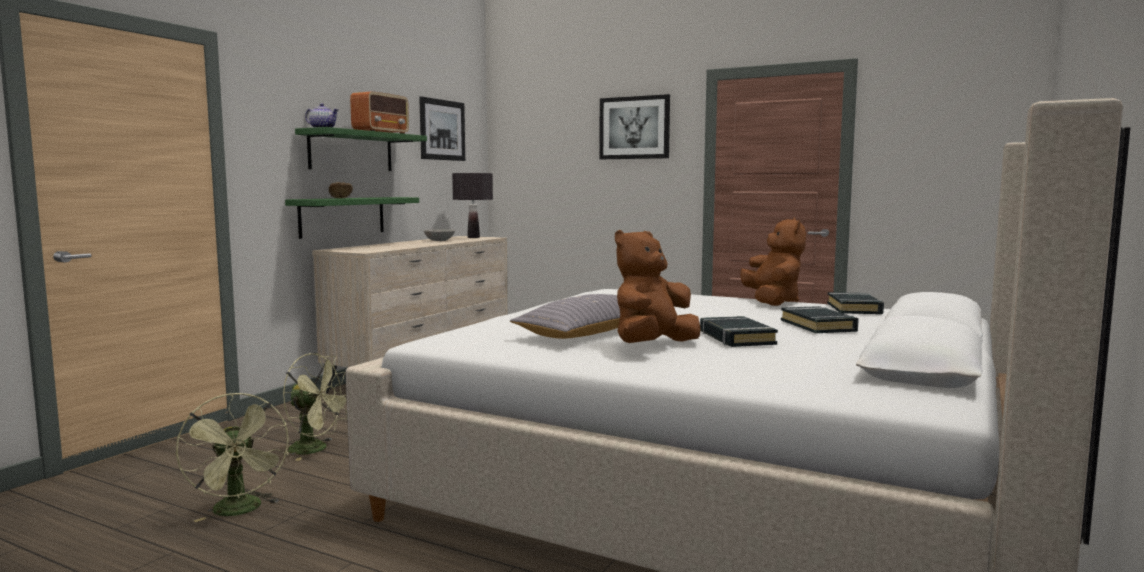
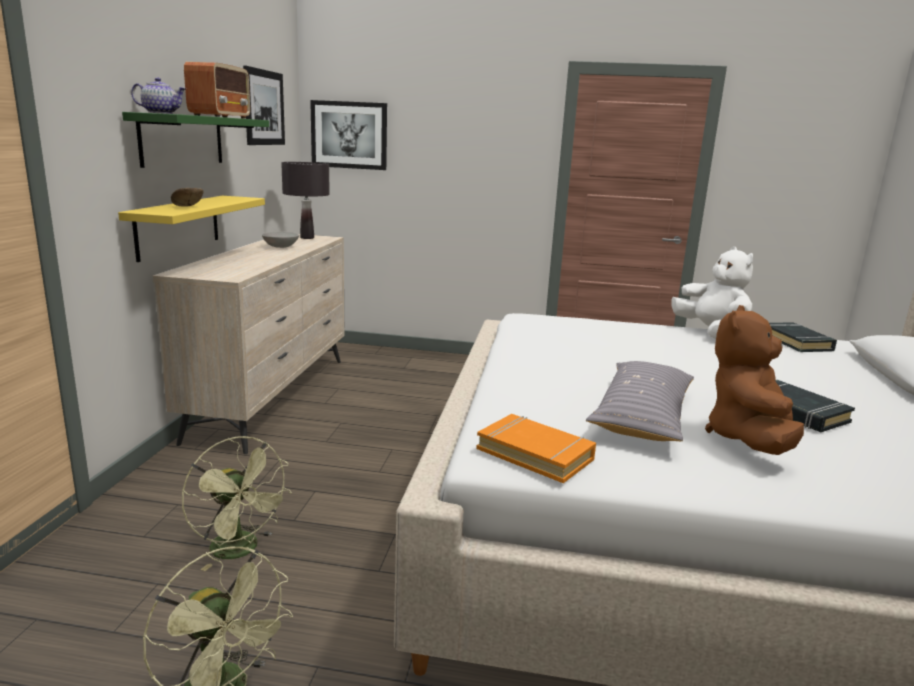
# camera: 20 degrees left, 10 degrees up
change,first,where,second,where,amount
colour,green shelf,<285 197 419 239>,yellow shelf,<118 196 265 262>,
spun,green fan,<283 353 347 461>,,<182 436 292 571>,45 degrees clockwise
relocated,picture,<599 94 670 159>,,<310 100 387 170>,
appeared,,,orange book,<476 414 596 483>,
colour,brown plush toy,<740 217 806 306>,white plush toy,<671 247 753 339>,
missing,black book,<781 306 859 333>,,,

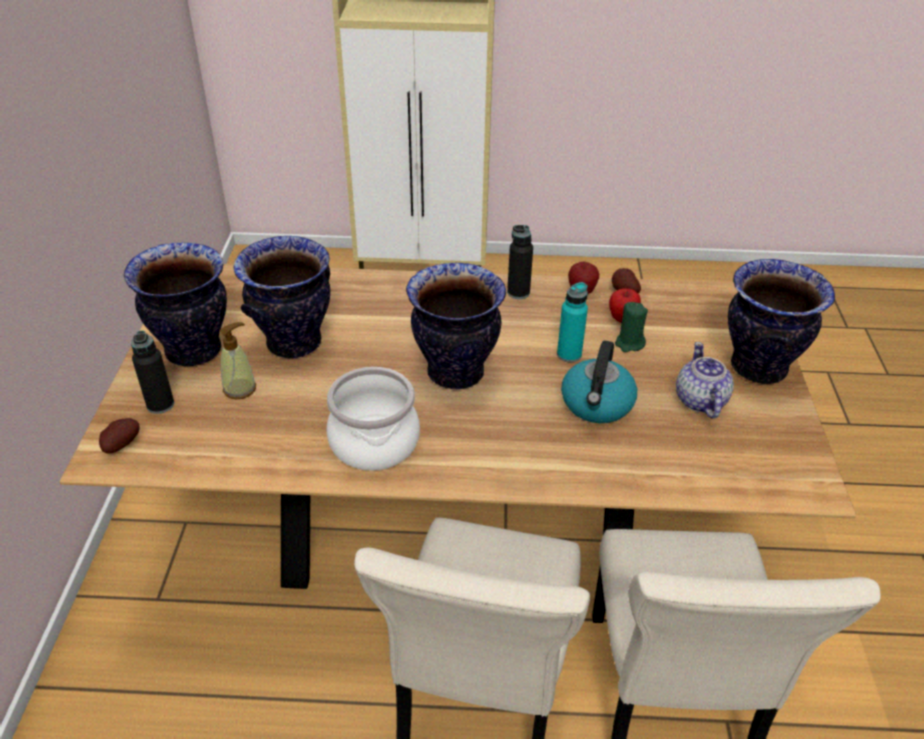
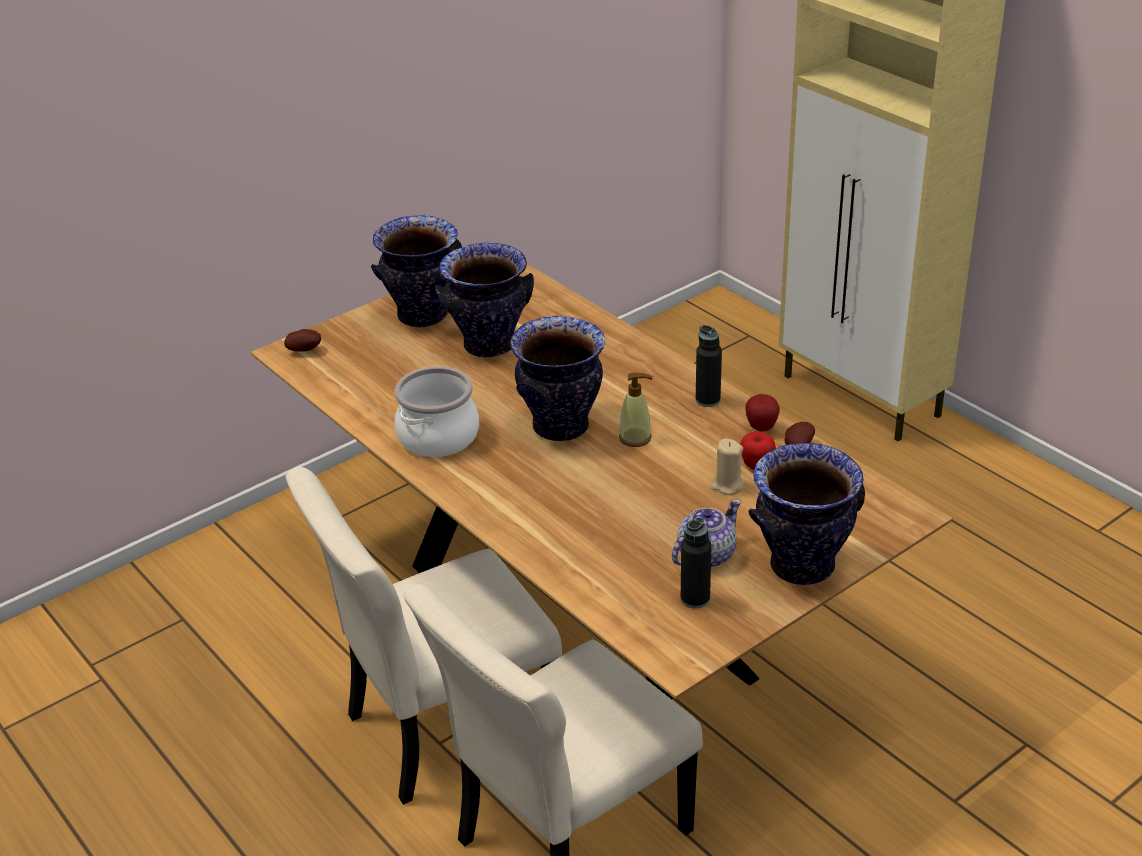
# camera: 50 degrees right, 5 degrees down
change,first,where,second,where,amount
relocated,soap dispenser,<219 322 256 400>,,<619 373 653 447>,
relocated,black bottle,<131 331 174 414>,,<681 517 712 609>,
colour,green candle,<615 302 648 352>,beige candle,<711 438 745 495>,
missing,turquoise bottle,<557 282 588 362>,,,
missing,kettle,<561 340 637 423>,,,

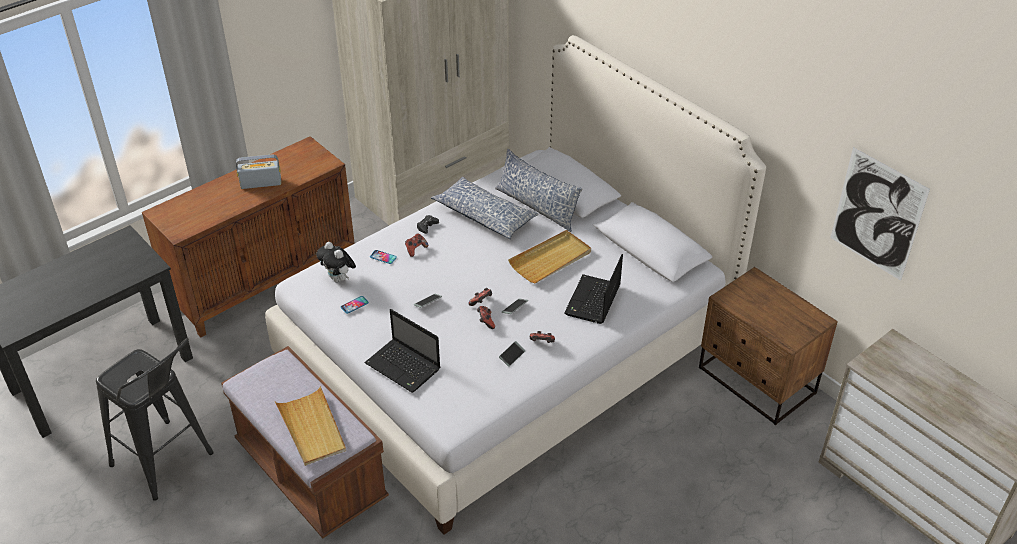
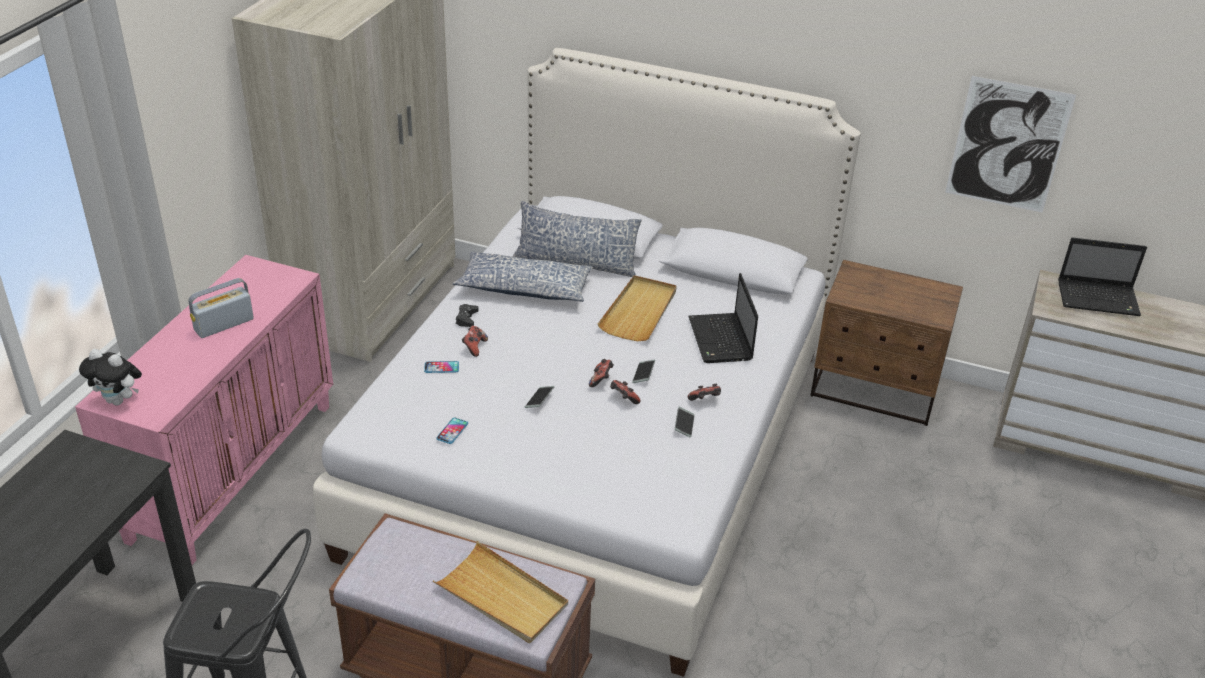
# camera: 30 degrees left, 5 degrees down
change,first,where,second,where,amount
colour,brown cabinet,<142 136 355 337>,pink cabinet,<75 255 333 565>,
relocated,plush toy,<316 242 356 283>,,<79 349 142 406>,
relocated,laptop,<364 309 441 393>,,<1058 237 1147 316>,

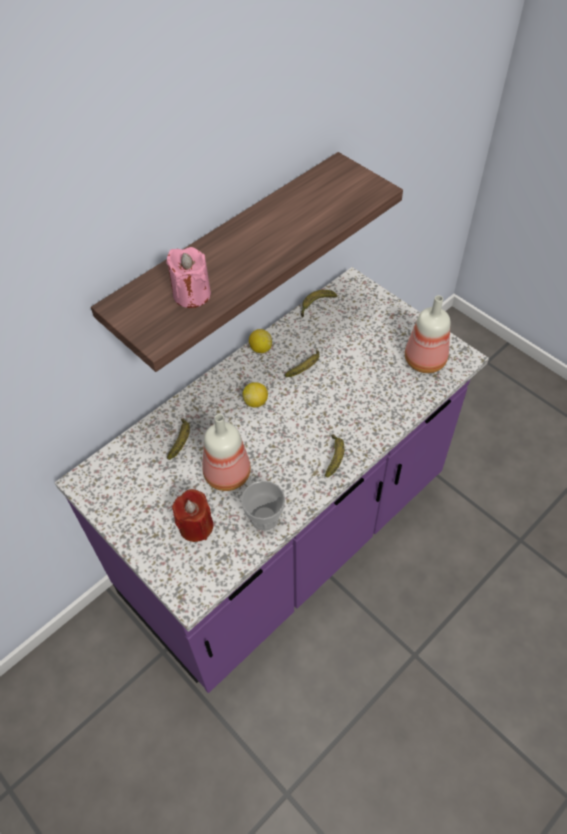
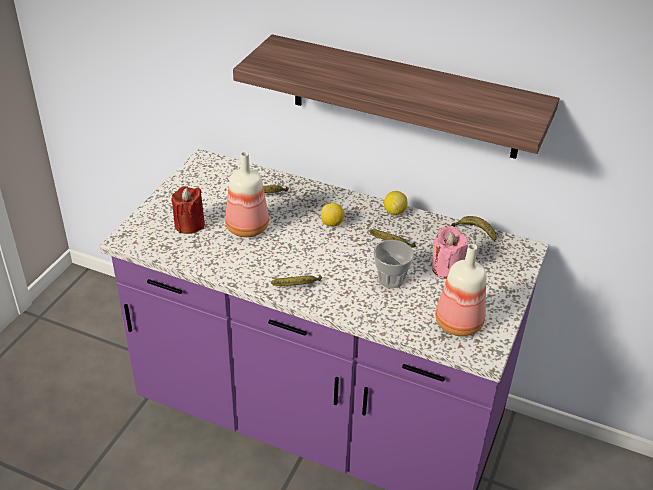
# camera: 65 degrees right, 15 degrees down
change,first,where,second,where,amount
relocated,cup,<241 481 285 531>,,<373 240 414 288>,
relocated,pink candle,<166 247 211 308>,,<432 226 468 279>,

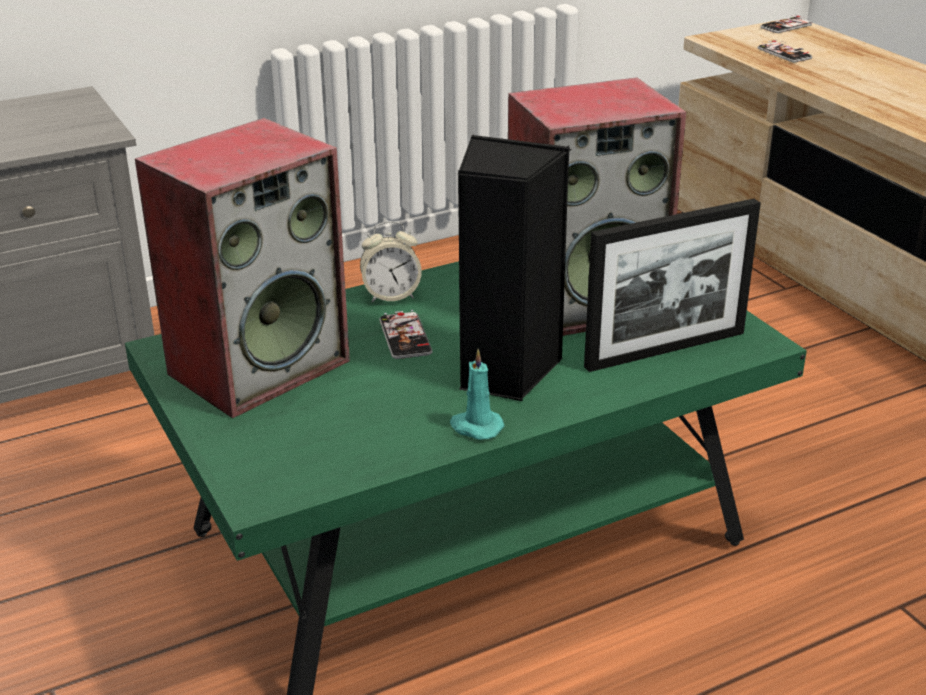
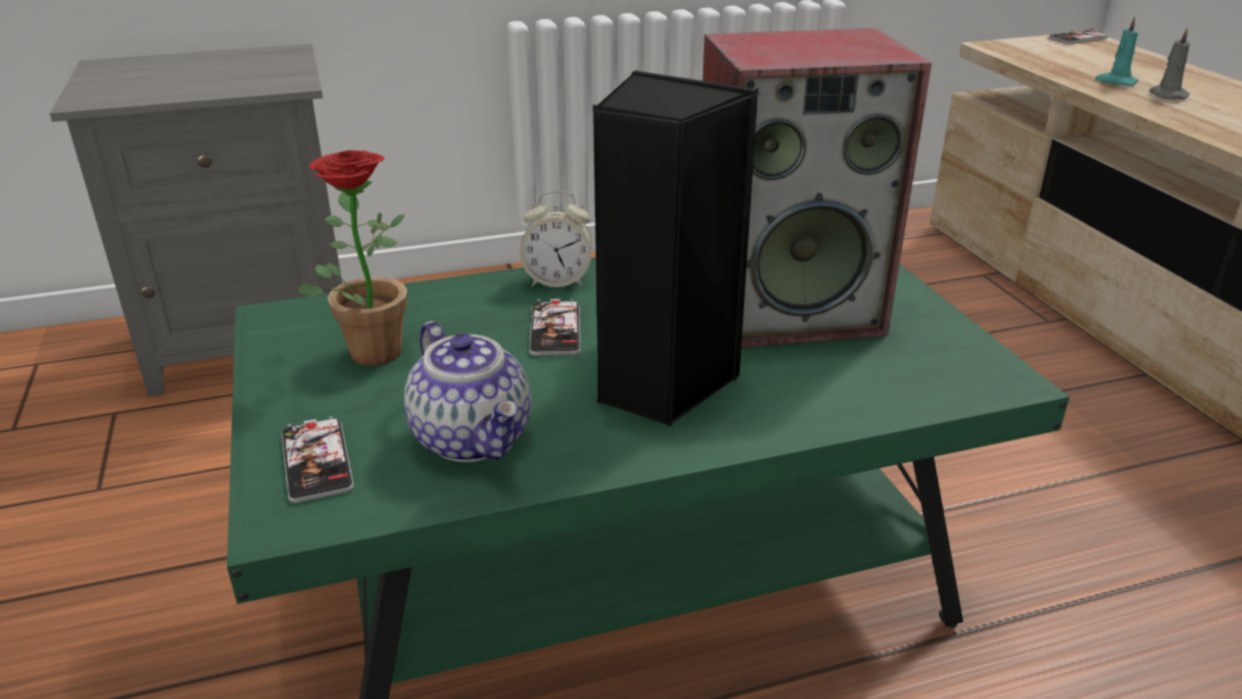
# camera: 10 degrees right, 0 degrees up
change,first,where,second,where,amount
relocated,phone,<758 40 812 62>,,<281 416 354 503>,
exchanged,speaker,<135 118 350 418>,potted plant,<298 150 407 366>,
appeared,,,teapot,<404 321 531 462>,
relocated,turquoise candle,<450 349 505 440>,,<1095 16 1139 86>,
appeared,,,grey candle,<1149 28 1190 99>,
missing,picture frame,<584 199 761 372>,,,

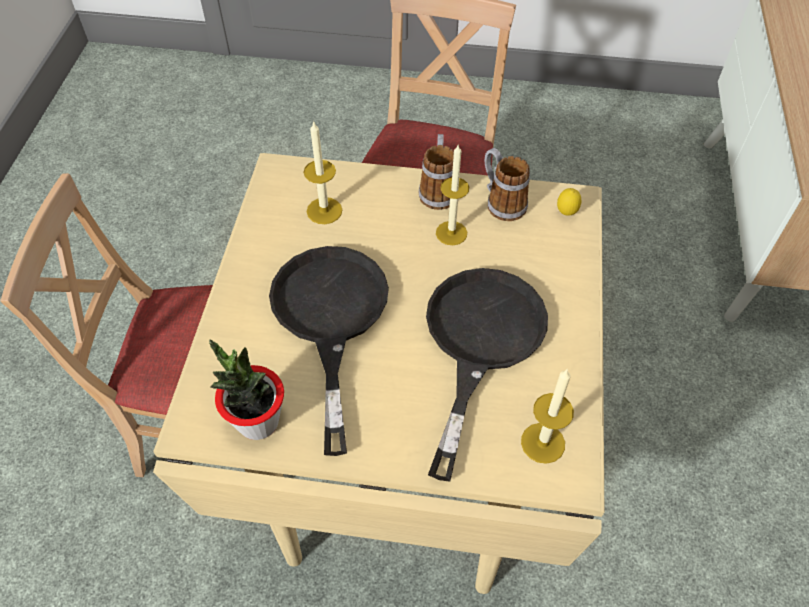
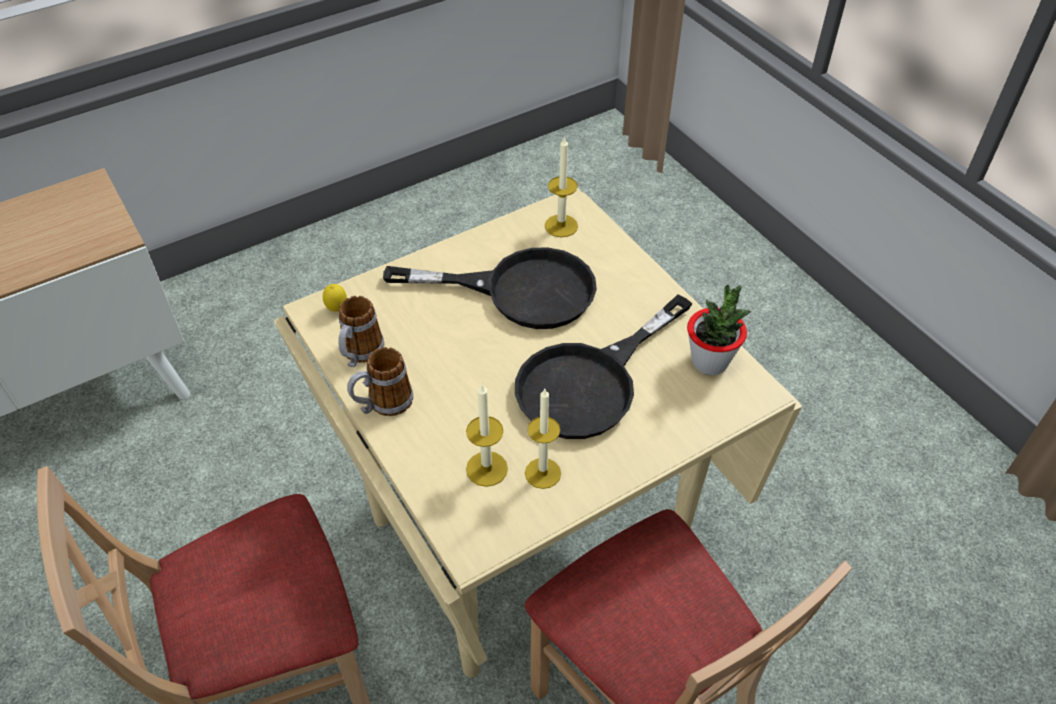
# camera: 130 degrees left, 5 degrees down
change,first,where,second,where,amount
spun,black frying pan,<426 268 548 482>,,<383 247 597 329>,150 degrees counterclockwise
relocated,candle,<436 145 469 245>,,<525 389 561 489>,

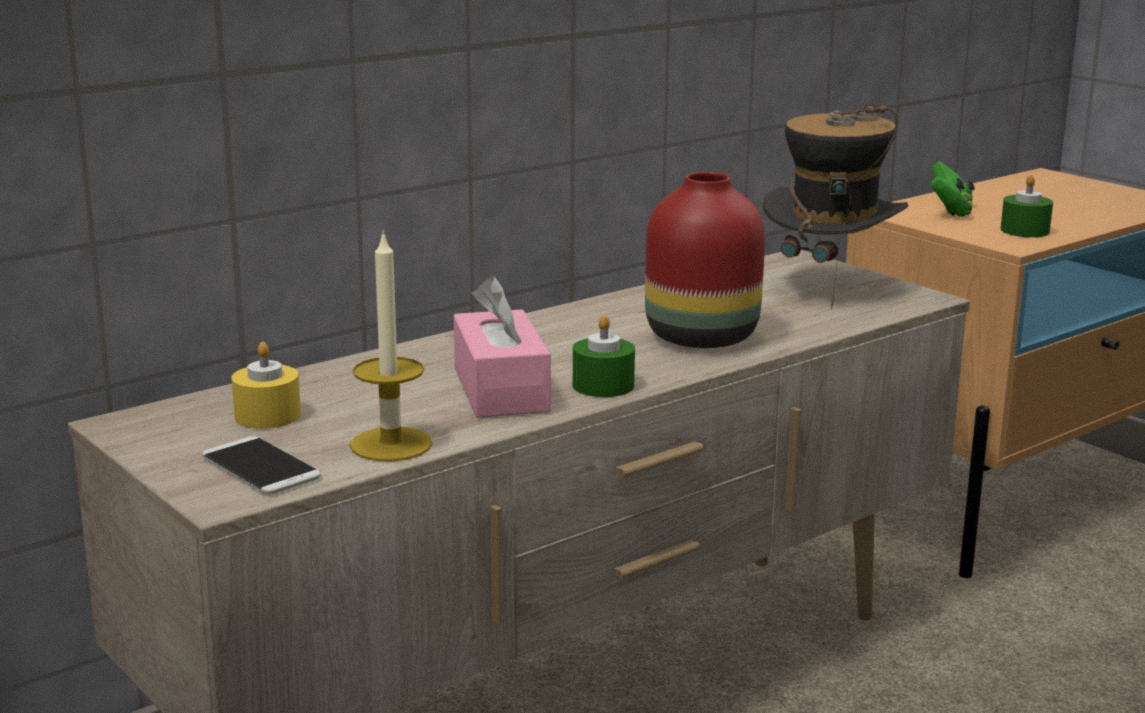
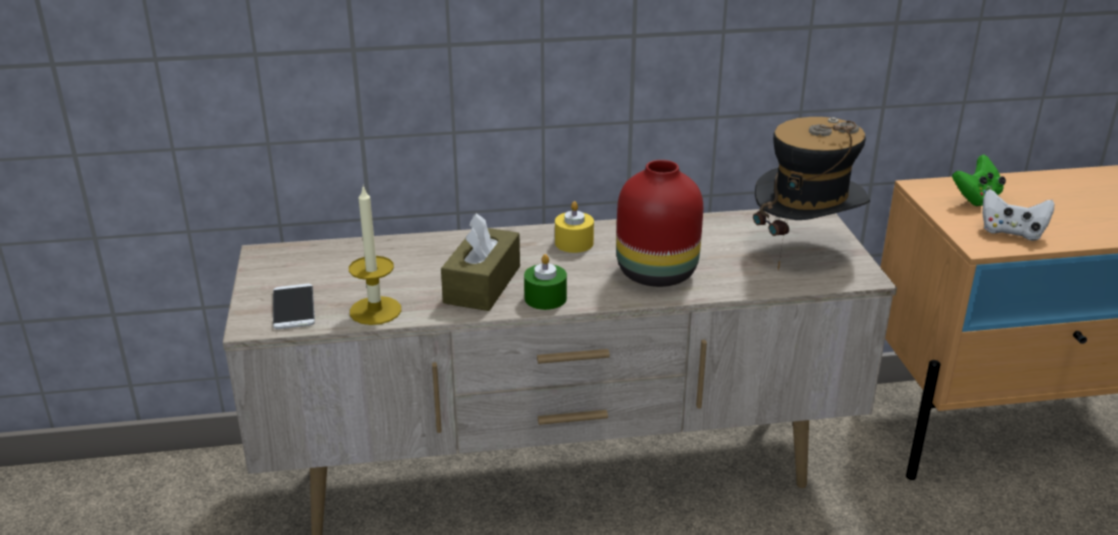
# camera: 30 degrees right, 10 degrees up
change,first,where,second,where,amount
colour,pink tissue box,<454 276 551 418>,brown tissue box,<441 213 520 311>,
relocated,yellow candle,<232 342 301 429>,,<555 201 594 253>,
exchanged,green candle,<1001 175 1053 237>,white game controller,<982 189 1054 241>,

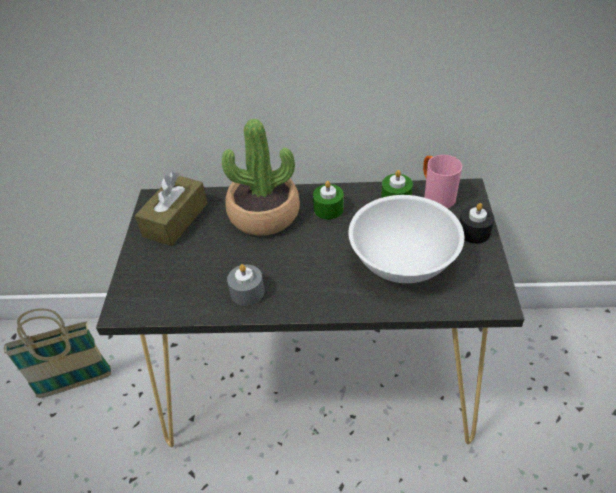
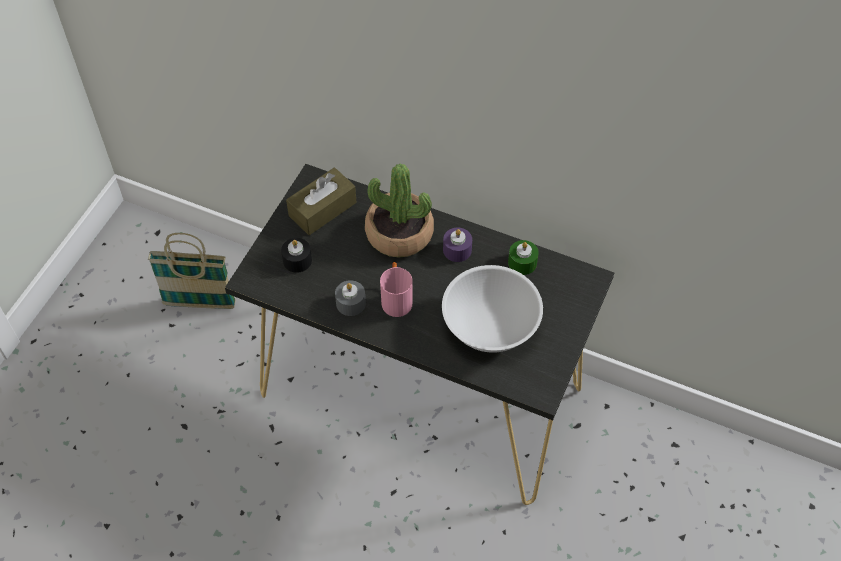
# camera: 20 degrees right, 10 degrees up
change,first,where,second,where,amount
relocated,black candle,<460 203 494 244>,,<281 238 312 273>,
relocated,pink mug,<423 155 462 208>,,<380 262 412 317>,
colour,green candle,<313 181 344 219>,purple candle,<443 228 472 262>,

